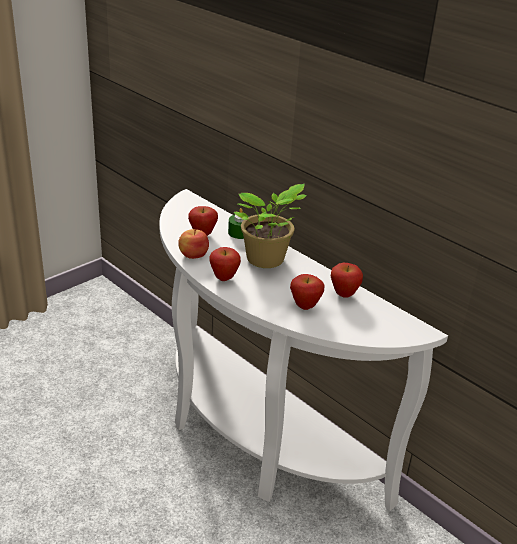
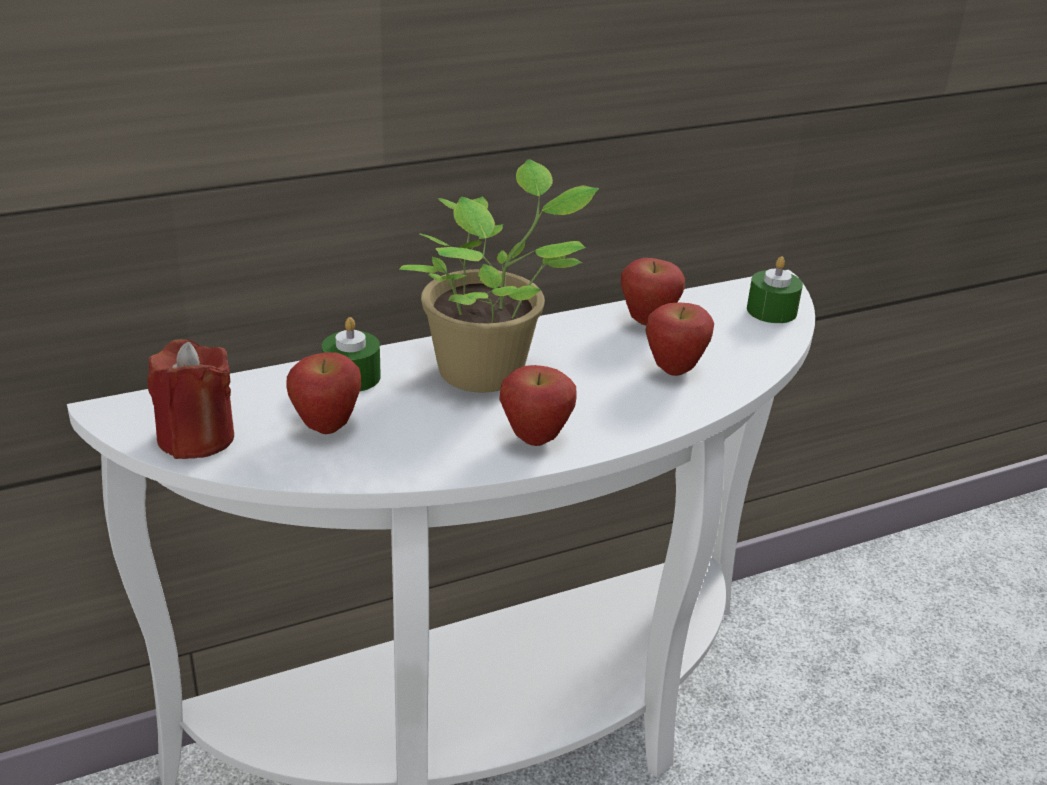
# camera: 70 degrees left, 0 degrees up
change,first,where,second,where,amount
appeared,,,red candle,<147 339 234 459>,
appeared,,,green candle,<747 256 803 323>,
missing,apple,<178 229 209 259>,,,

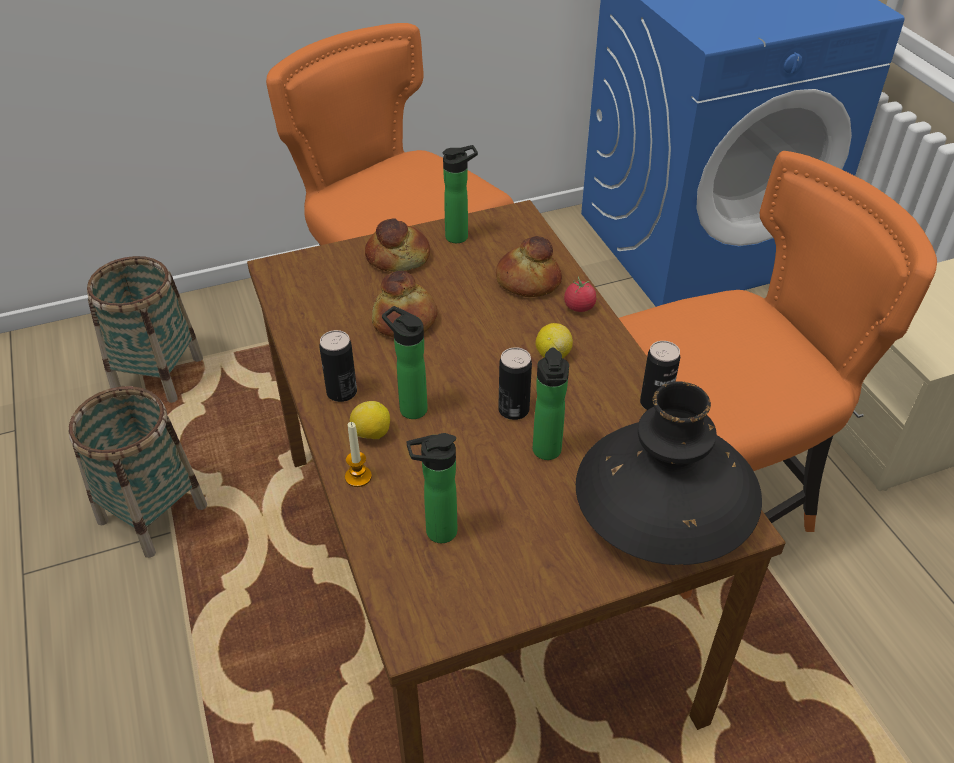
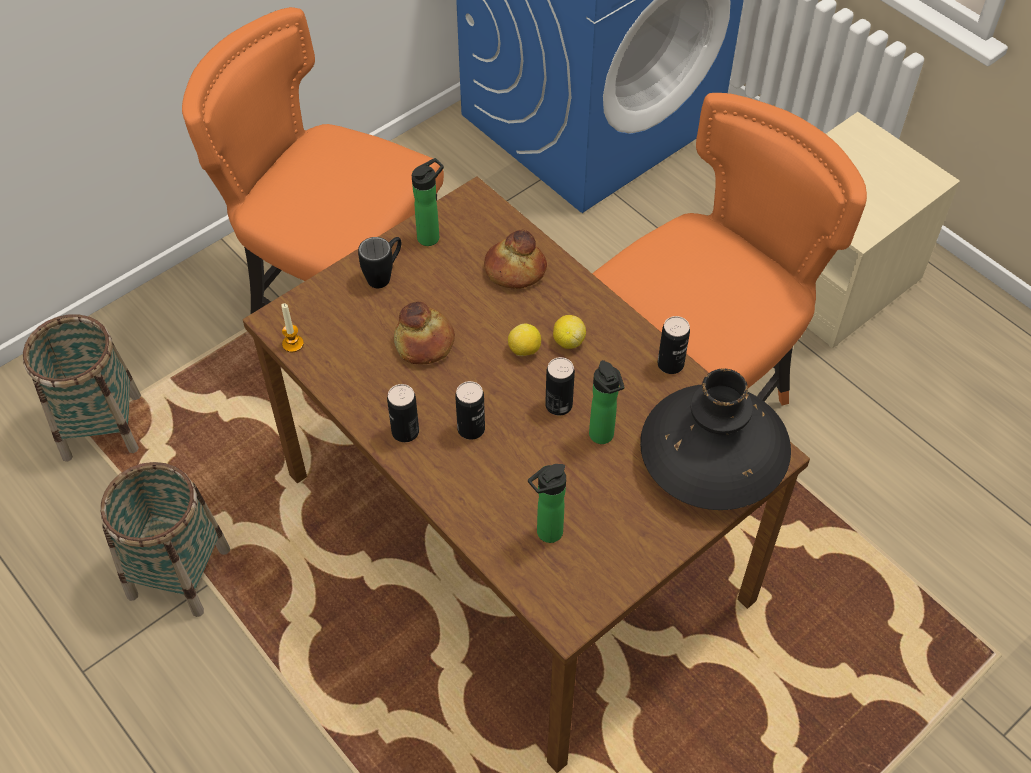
# camera: 20 degrees left, 10 degrees up
change,first,where,second,where,amount
relocated,candle,<345 422 372 487>,,<281 303 304 352>,
exchanged,bread,<365 218 430 272>,black mug,<358 237 402 288>,
exchanged,bottle,<382 306 428 419>,can,<455 381 485 440>,
relocated,lemon,<350 401 390 439>,,<508 324 541 356>,
missing,tomato,<564 276 597 312>,,,

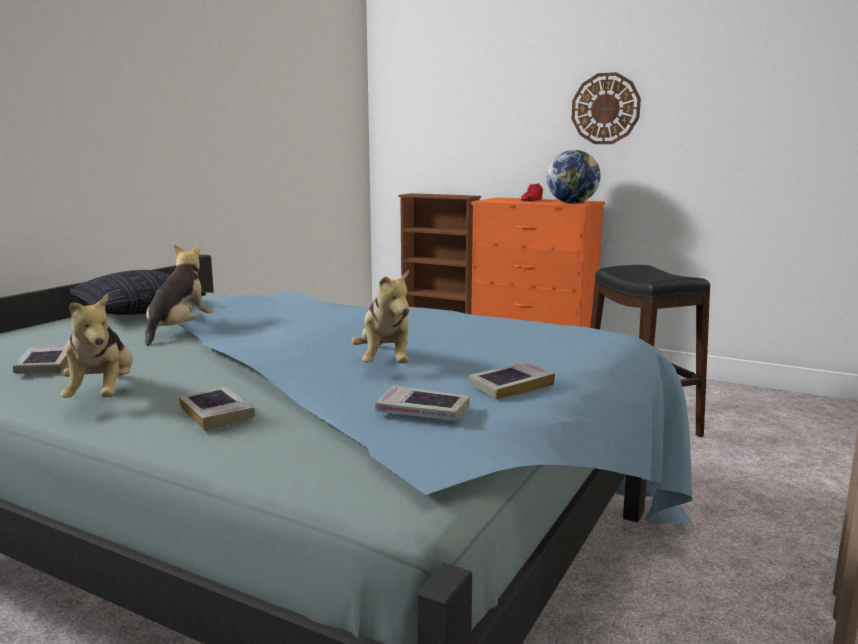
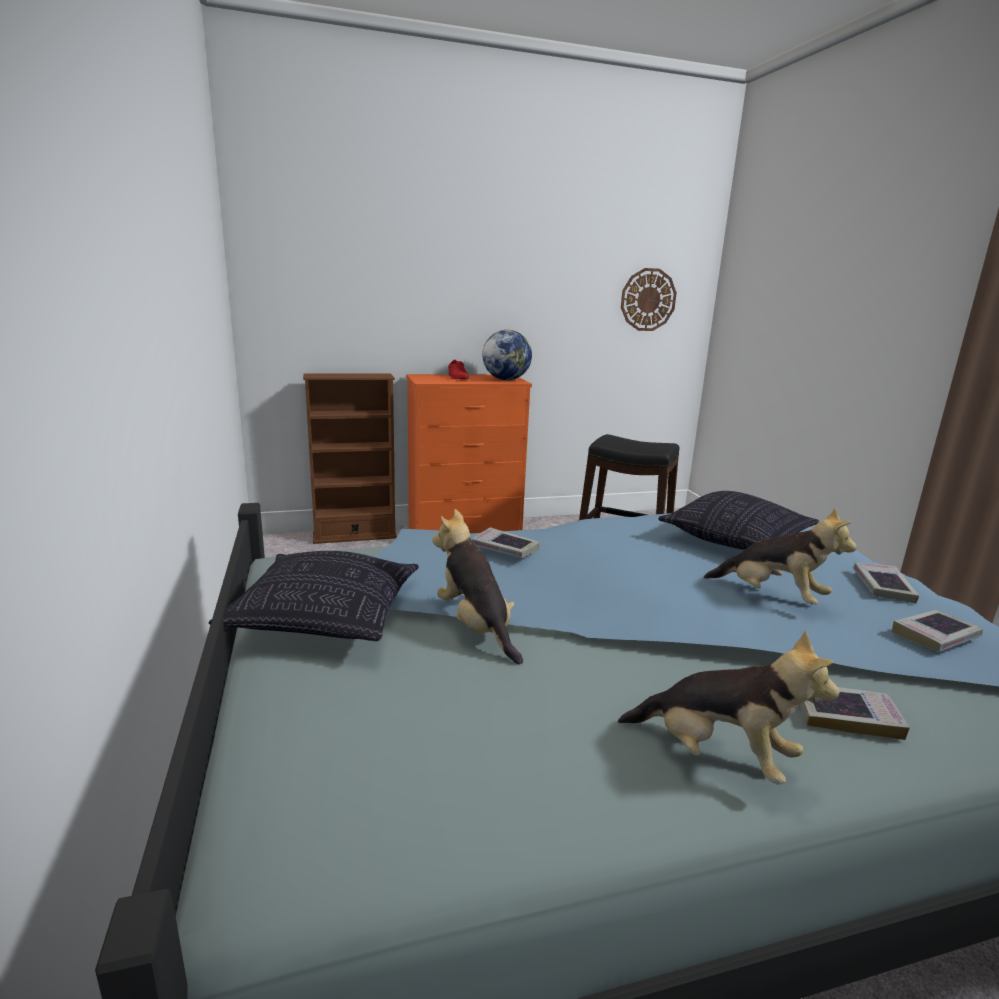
# camera: 45 degrees left, 5 degrees up
change,first,where,second,where,amount
relocated,book,<13 344 68 374>,,<472 527 539 558>,
relocated,wall clock,<571 72 641 144>,,<621 268 677 331>,
appeared,,,pillow,<658 491 819 550>,

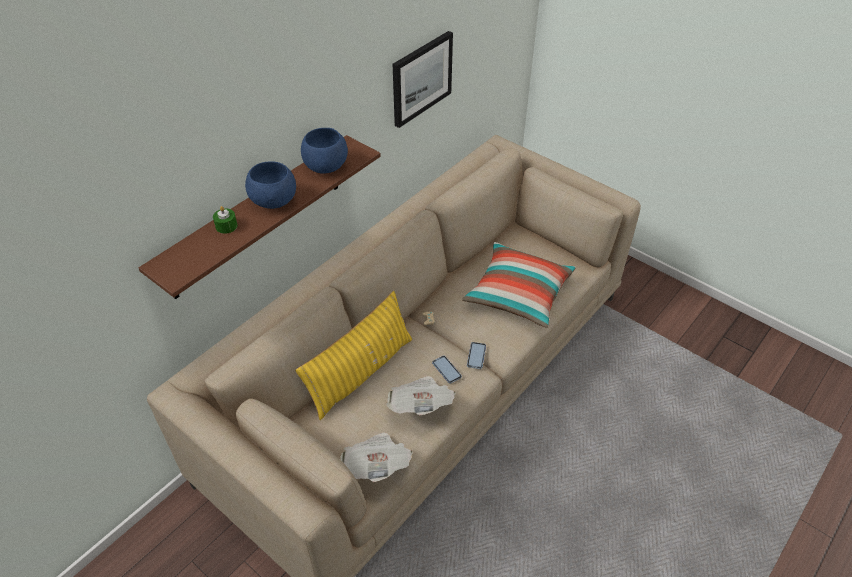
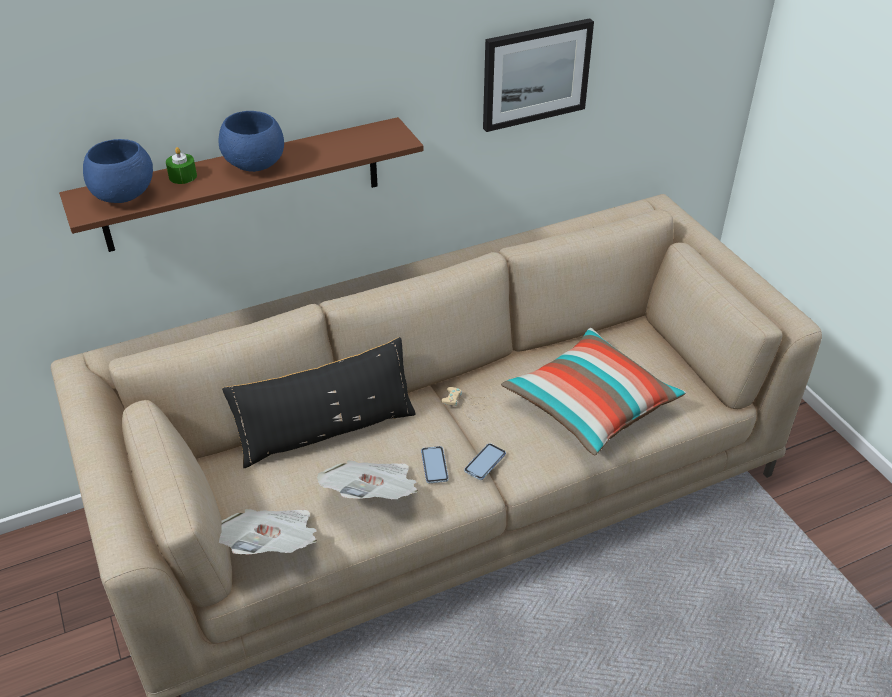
# camera: 25 degrees right, 5 degrees down
change,first,where,second,where,amount
relocated,blue bowl,<301 128 348 174>,,<83 139 153 203>,
colour,yellow pillow,<295 291 412 420>,black pillow,<222 337 416 468>,

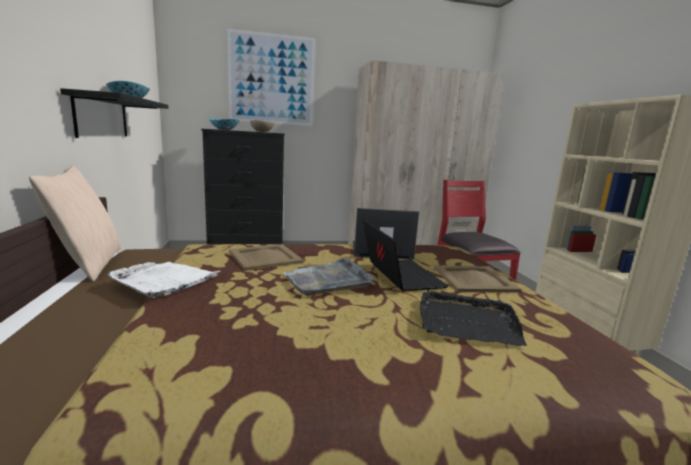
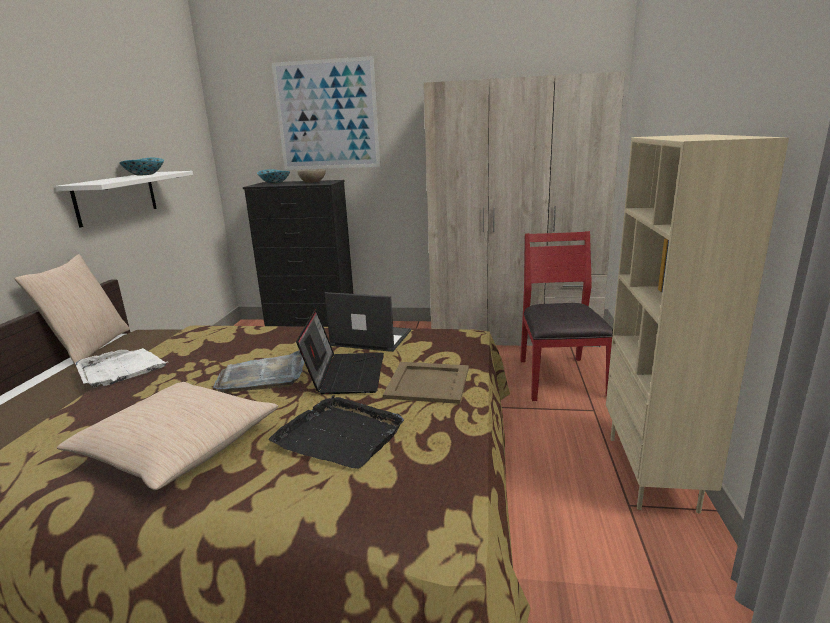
# camera: 20 degrees right, 5 degrees up
change,first,where,second,where,amount
colour,black shelf,<60 88 169 138>,white shelf,<55 171 193 228>,
appeared,,,beige pillow,<57 382 278 490>,
missing,beige tray,<229 244 304 271>,,,

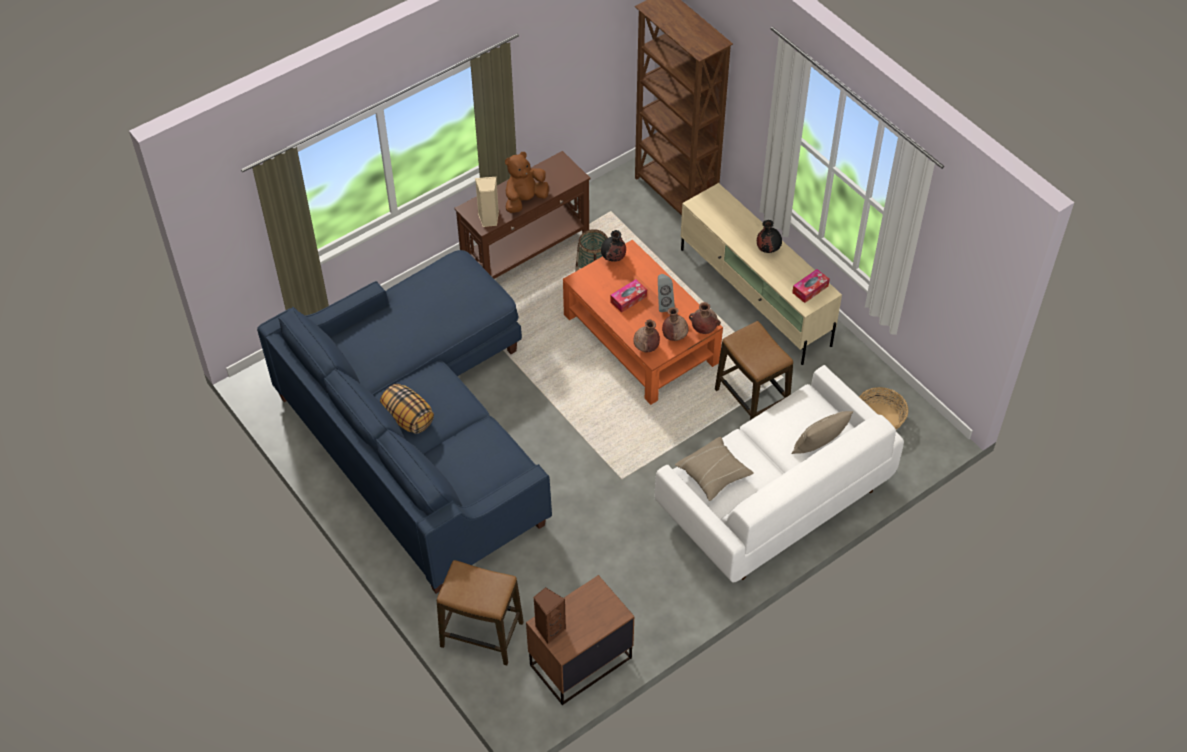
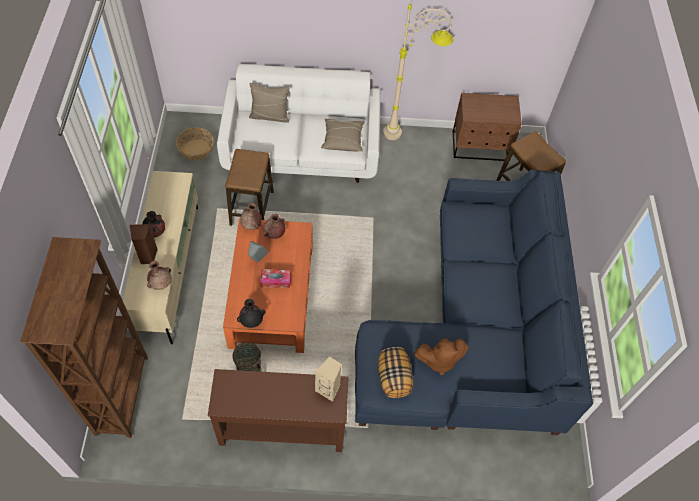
# camera: 145 degrees left, 5 degrees up
change,first,where,second,where,amount
relocated,brown speaker,<533 587 566 644>,,<130 224 158 264>,
relocated,brown vase,<633 320 660 352>,,<147 261 172 290>,
relocated,pillow,<380 384 434 434>,,<378 347 413 398>,
appeared,,,beige floor lamp,<383 4 453 140>,
relocated,brown plush toy,<505 152 549 213>,,<414 339 469 375>,
missing,tissue box,<792 269 830 303>,,,

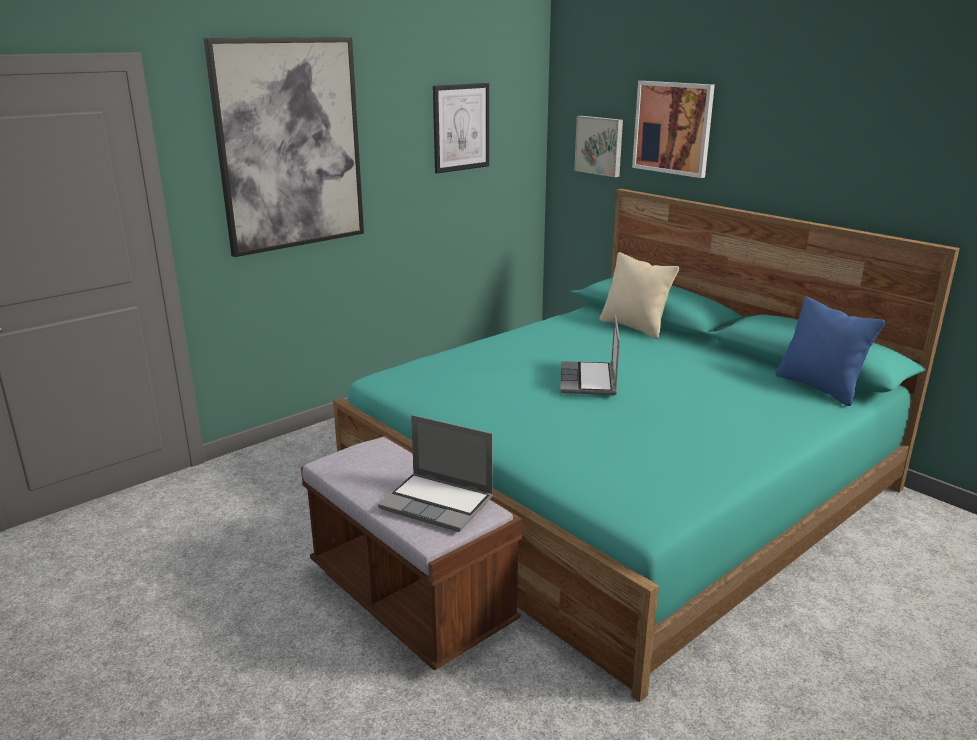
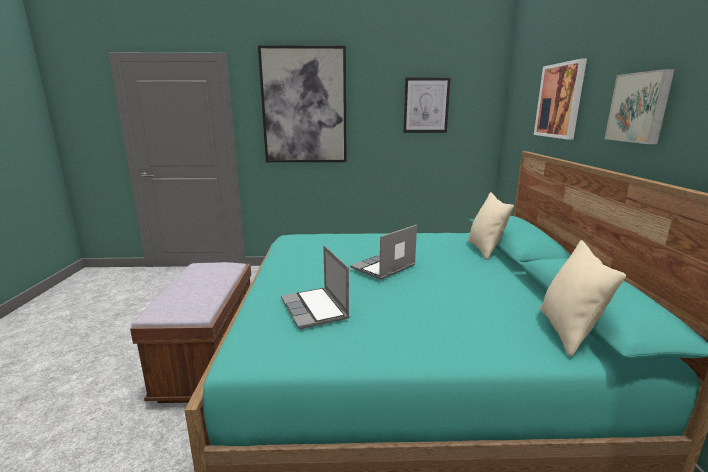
# camera: 40 degrees right, 5 degrees down
change,first,where,second,where,amount
relocated,laptop,<378 415 493 532>,,<281 245 350 329>,
colour,blue pillow,<775 296 886 406>,beige pillow,<540 240 626 357>,
relocated,picture,<574 116 623 177>,,<605 69 675 144>,

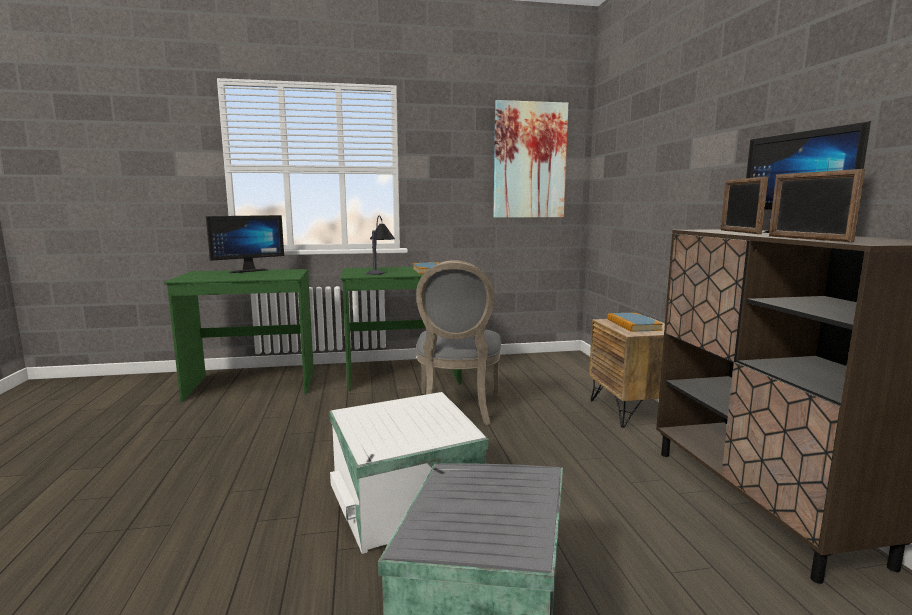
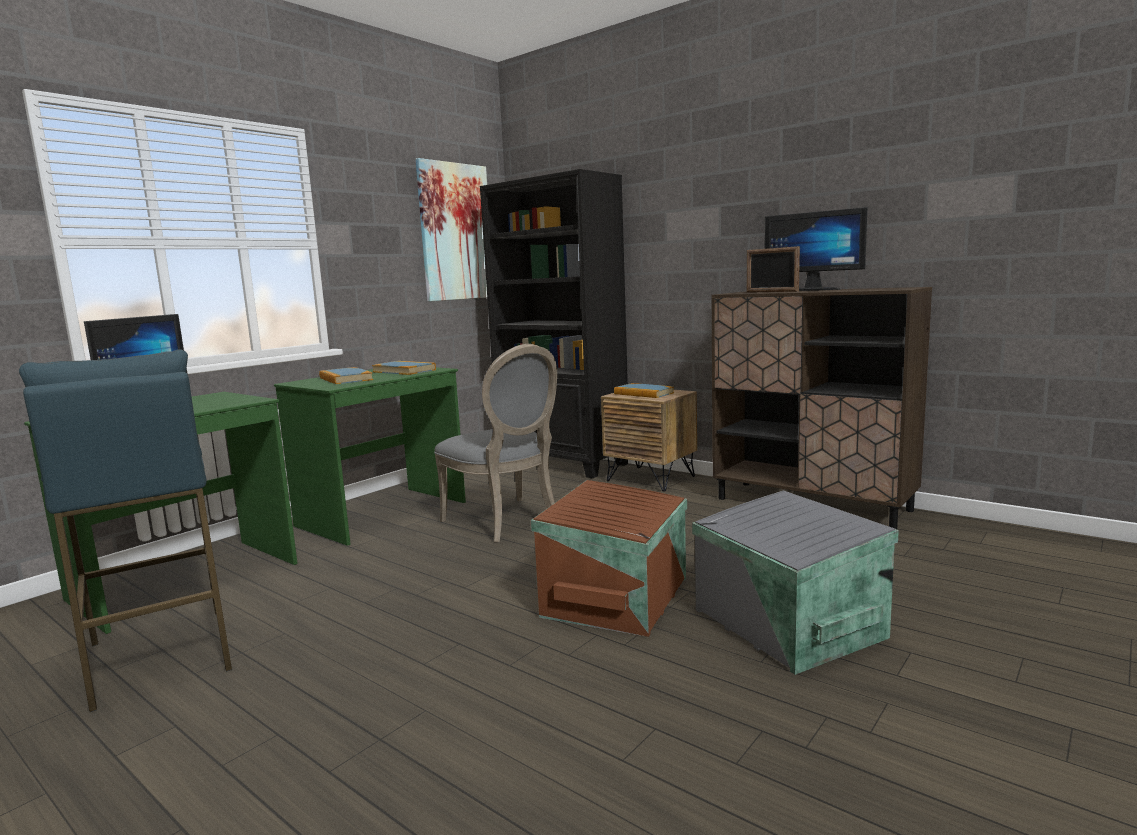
# camera: 40 degrees left, 0 degrees up
change,first,where,second,where,amount
appeared,,,blue stool,<19 349 232 712>,
exchanged,table lamp,<366 216 395 275>,book,<319 367 373 384>,
appeared,,,black bookcase,<480 169 628 479>,
colour,white storage box,<330 392 489 554>,brown storage box,<531 480 687 637>,
missing,picture frame,<769 169 865 242>,,,

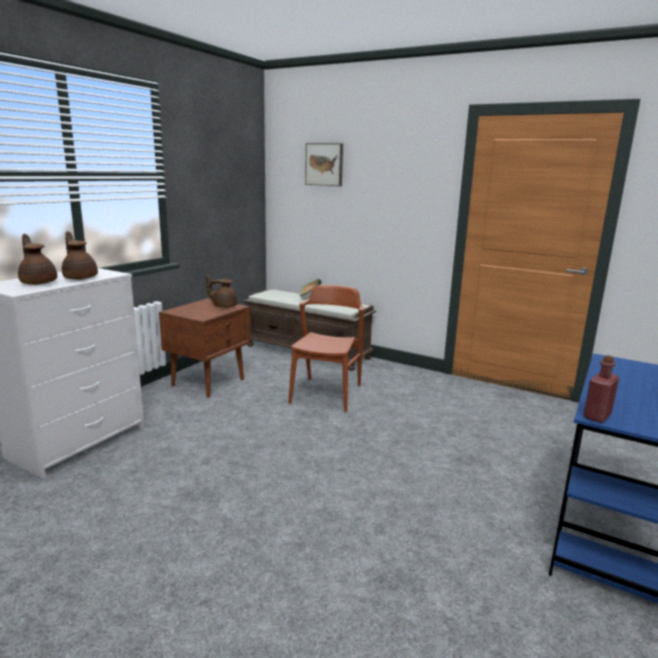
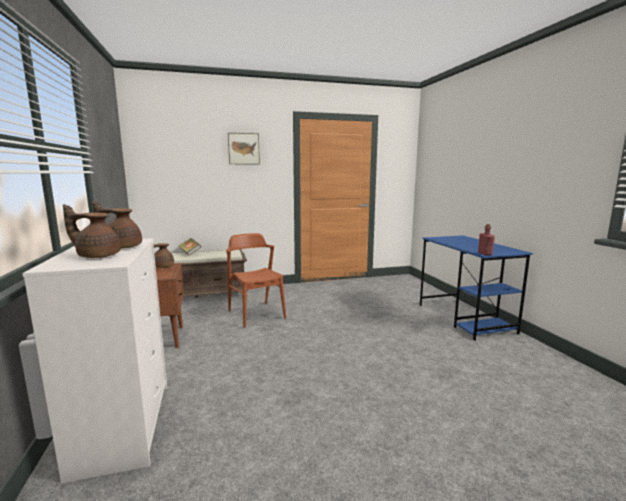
# camera: 45 degrees left, 5 degrees down
change,first,where,second,where,amount
relocated,picture,<305 143 343 186>,,<228 133 260 165>,

